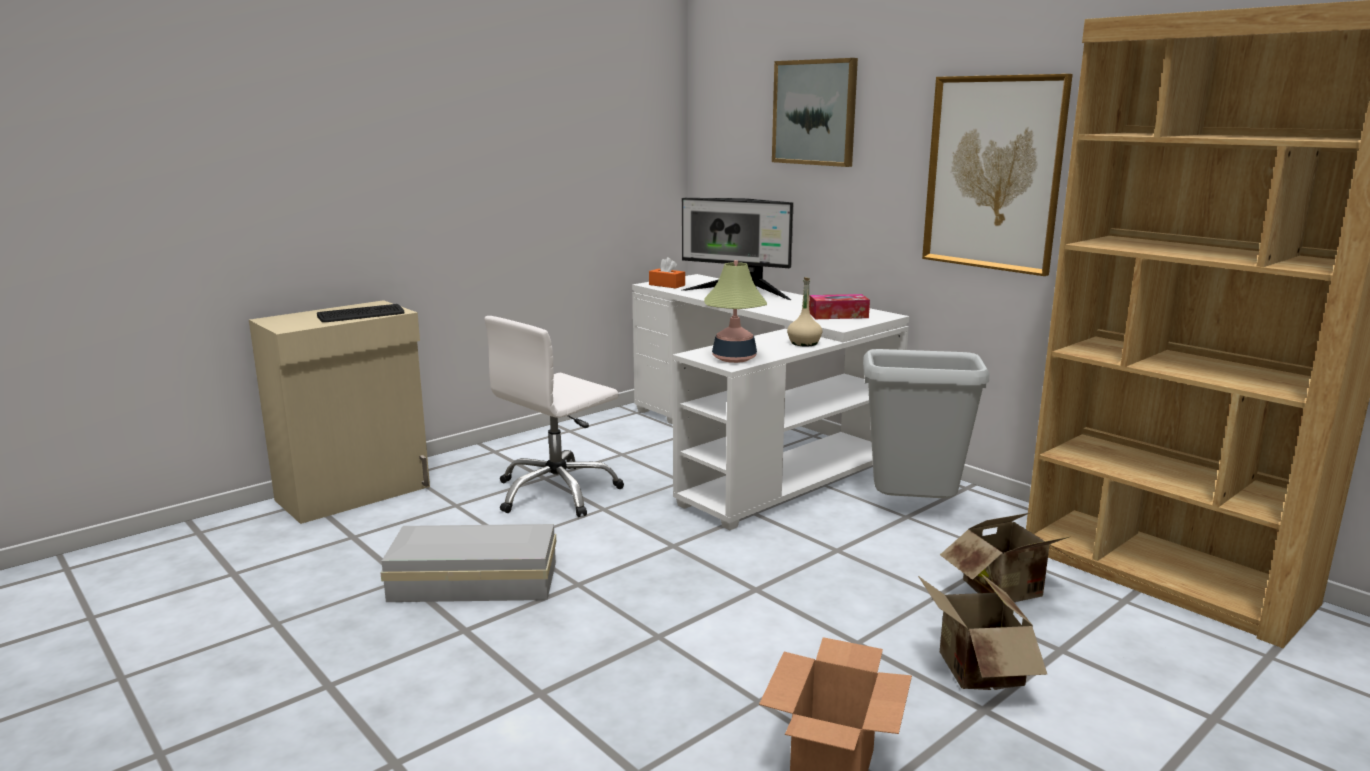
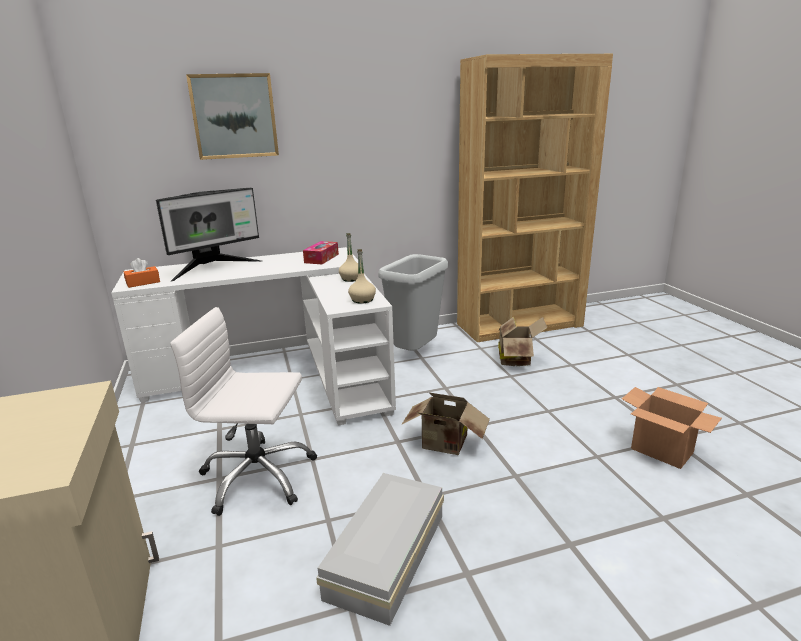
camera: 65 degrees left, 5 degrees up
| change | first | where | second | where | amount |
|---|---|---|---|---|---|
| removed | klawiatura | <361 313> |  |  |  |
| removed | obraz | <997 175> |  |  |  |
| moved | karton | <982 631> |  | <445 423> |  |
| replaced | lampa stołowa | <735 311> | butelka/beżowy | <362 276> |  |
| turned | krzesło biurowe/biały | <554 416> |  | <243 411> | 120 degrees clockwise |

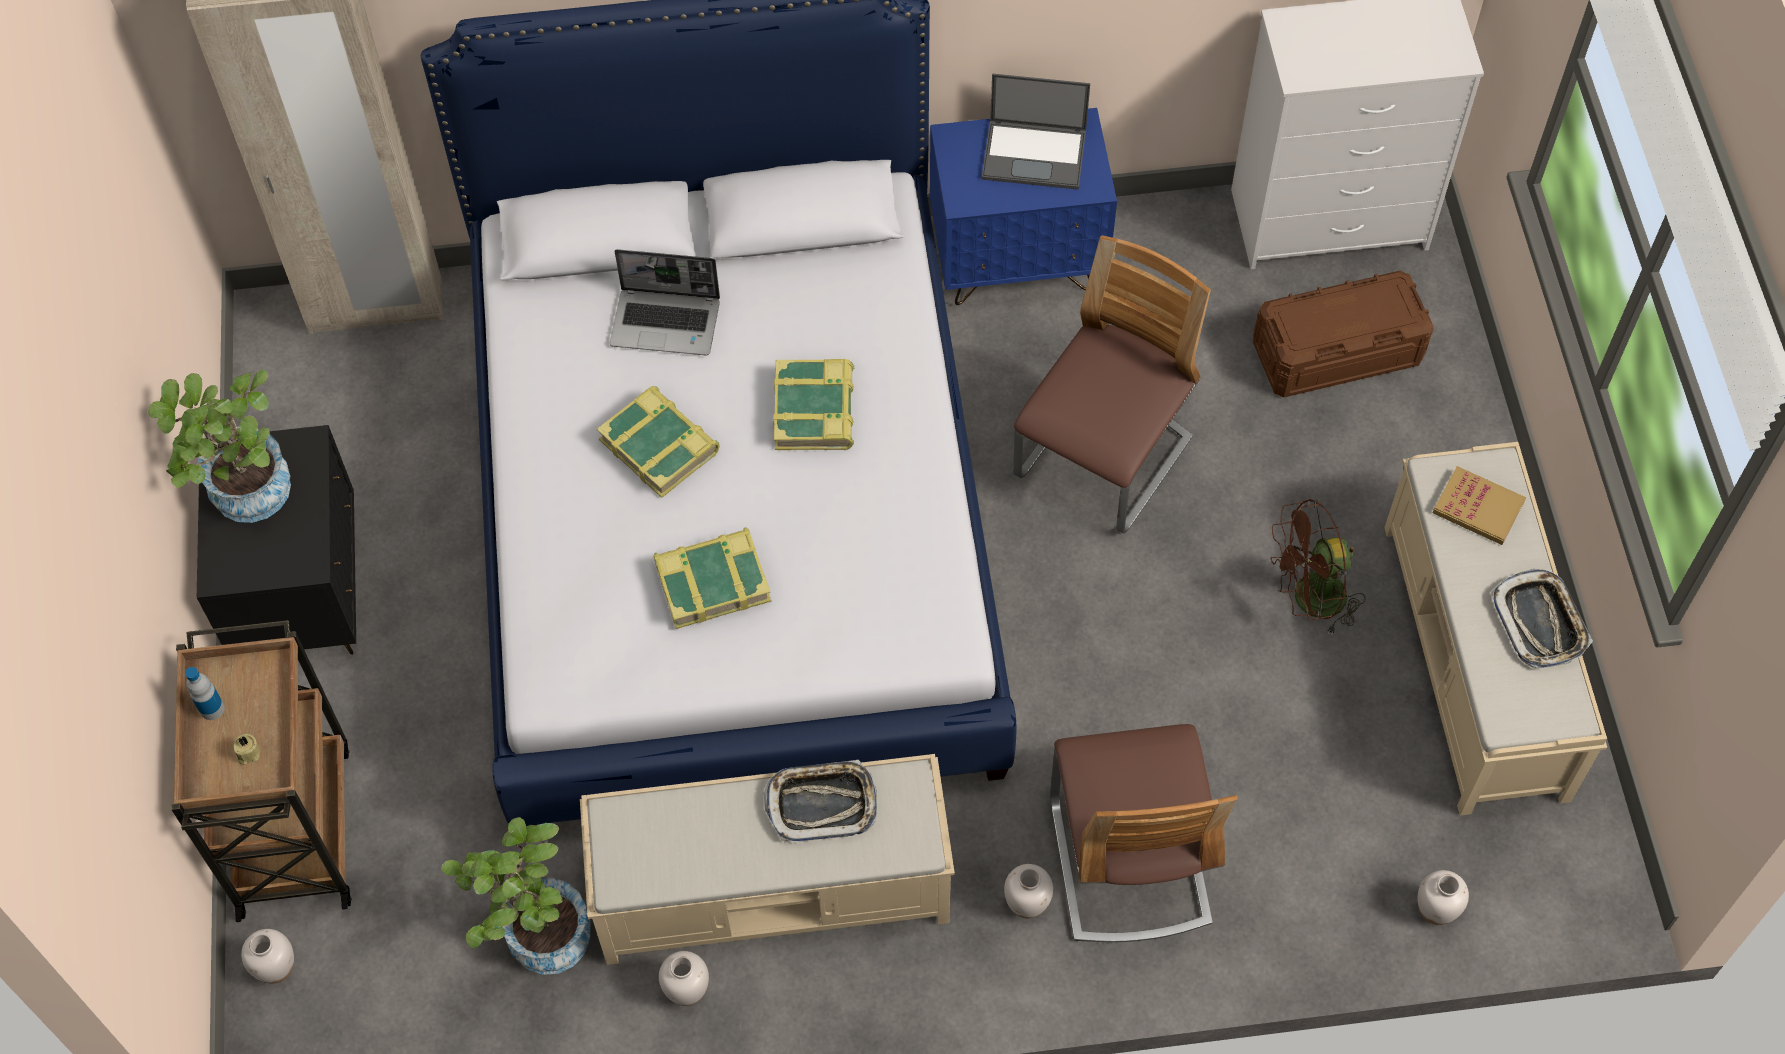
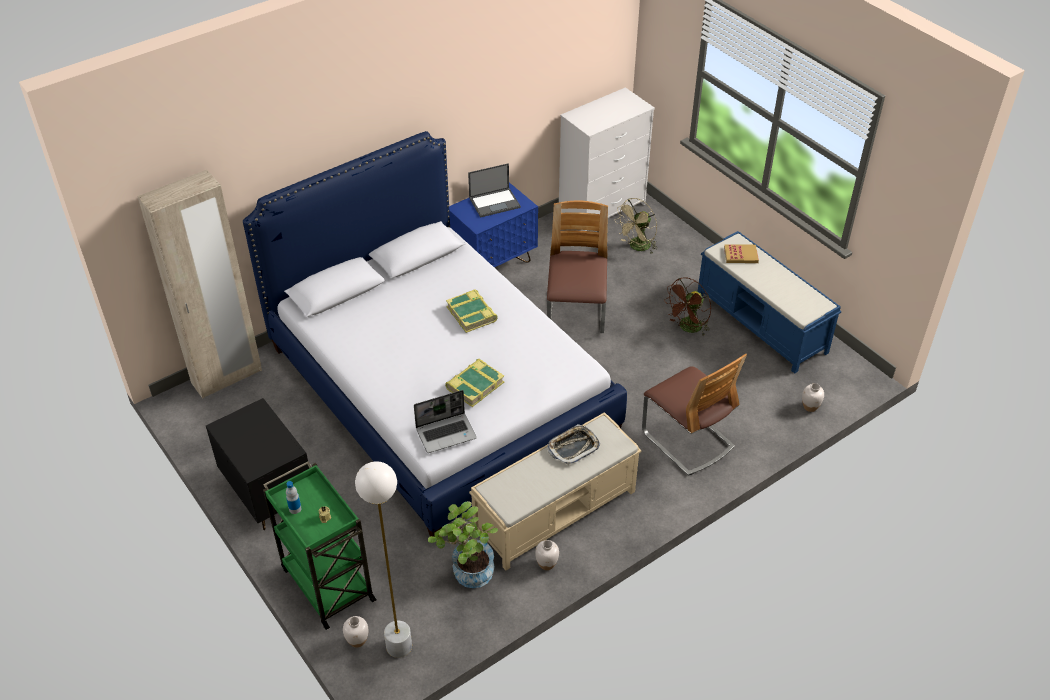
camera: 30 degrees left, 15 degrees down
| change | first | where | second | where | amount |
|---|---|---|---|---|---|
| removed | roślina doniczkowa | <219 446> |  |  |  |
| removed | książka | <658 442> |  |  |  |
| removed | wazon/biały | <1028 891> |  |  |  |
| removed | taca | <1542 618> |  |  |  |
| added |  |  | lampa stojąca/biały | <383 559> |  |
| moved | laptop | <665 302> |  | <445 421> |  |
| replaced | pojemnik do przechowywania/brązowy | <1343 334> | wentylator/beżowy | <636 226> |  |
| recoloured | wózek/brązowy | <261 771> | wózek/zielony | <319 546> |  |
| recoloured | ławka/beżowy | <1495 628> | ławka/niebieski | <770 302> |  |

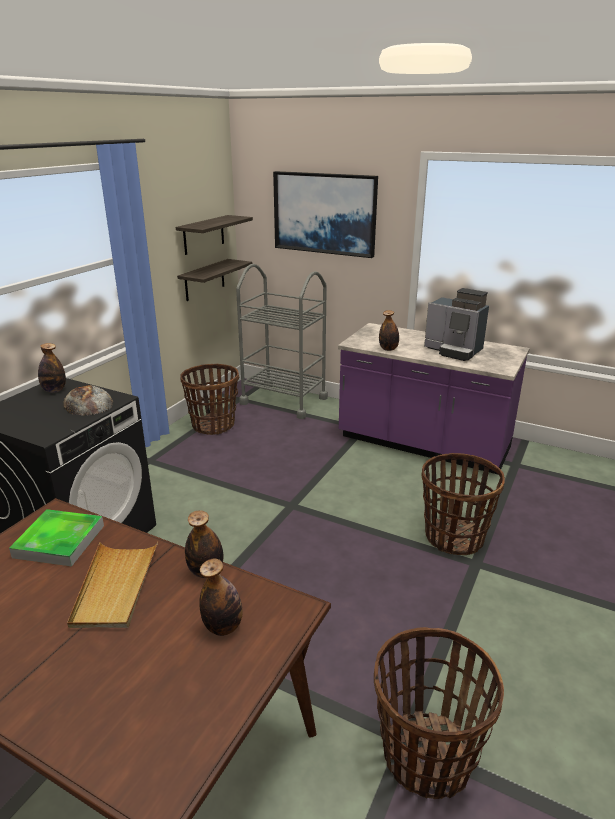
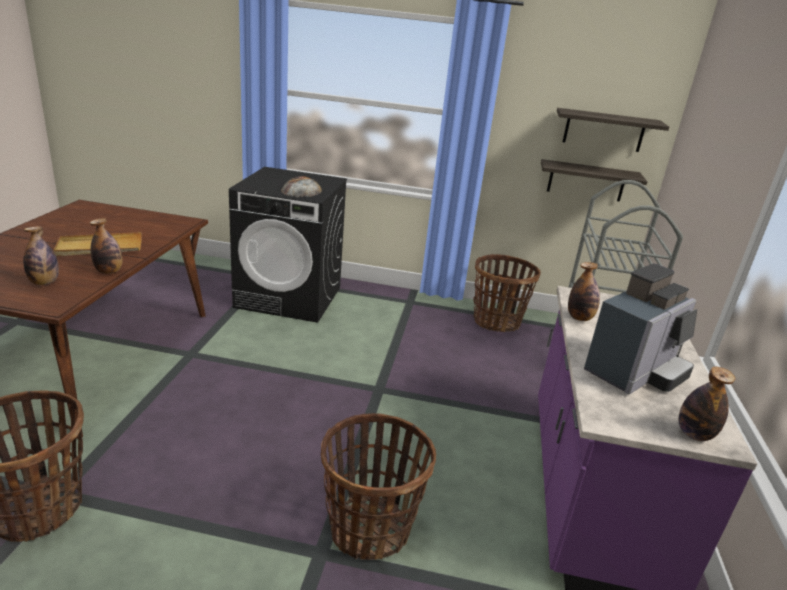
camera: 70 degrees right, 0 degrees up
| change | first | where | second | where | amount |
|---|---|---|---|---|---|
| removed | taca | <56 538> |  |  |  |
| removed | obraz | <325 214> |  |  |  |
| moved | butelka | <52 368> |  | <707 404> |  |
| turned | ekspres do kawy | <456 324> |  | <640 329> | 150 degrees counterclockwise |

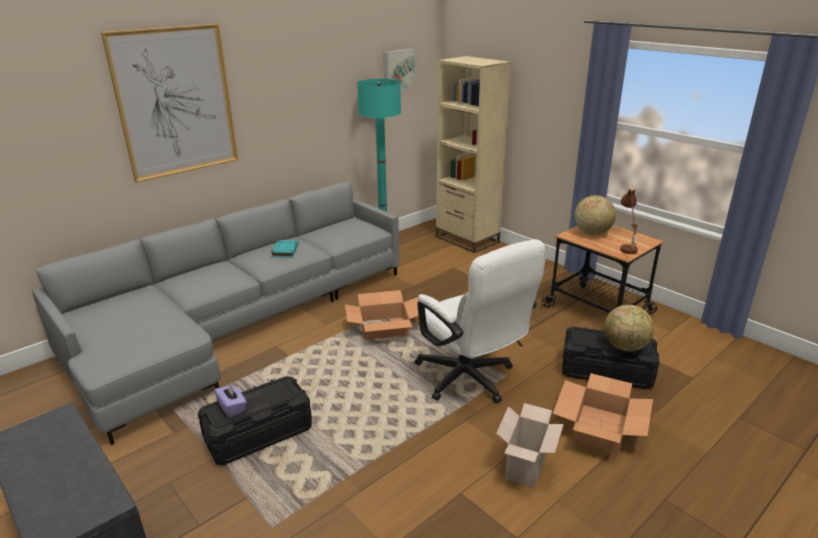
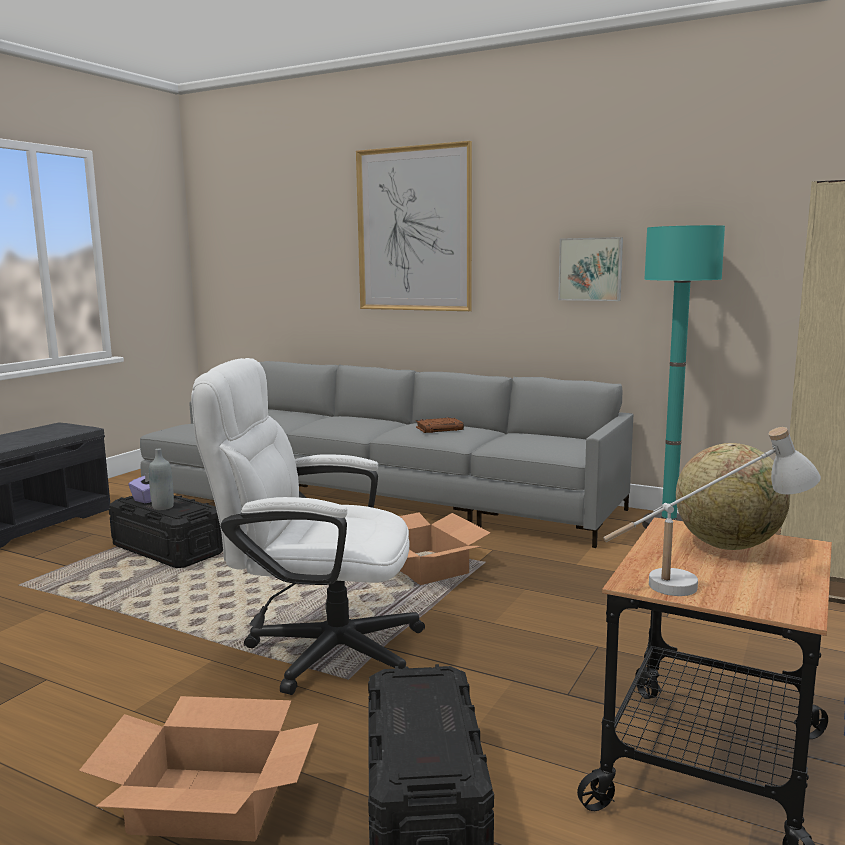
camera: 70 degrees right, 15 degrees down
| change | first | where | second | where | amount |
|---|---|---|---|---|---|
| removed | karton | <530 445> |  |  |  |
| removed | globus | <629 328> |  |  |  |
| added |  |  | butelka/szary | <161 479> |  |
| moved | obraz | <399 69> |  | <590 269> |  |
| recoloured | książka/turkusowy | <285 248> | książka/brązowy | <440 425> |  |
| recoloured | lampa stołowa/brązowy | <629 220> | lampa stołowa/biały | <712 511> |  |
| turned | krzesło biurowe/biały | <480 321> |  | <308 526> | 60 degrees clockwise |

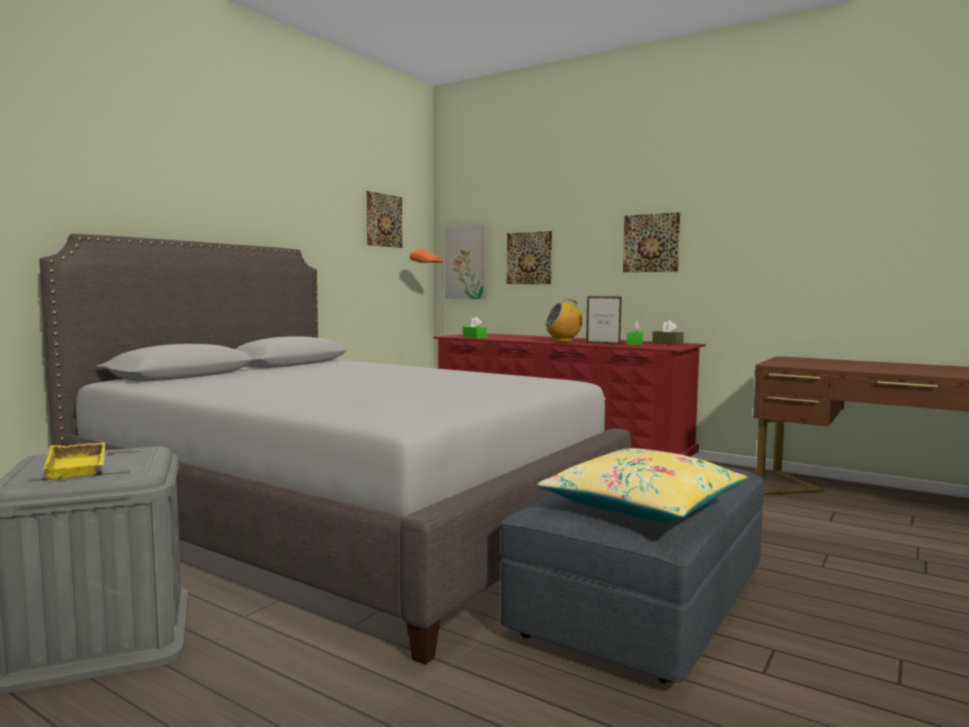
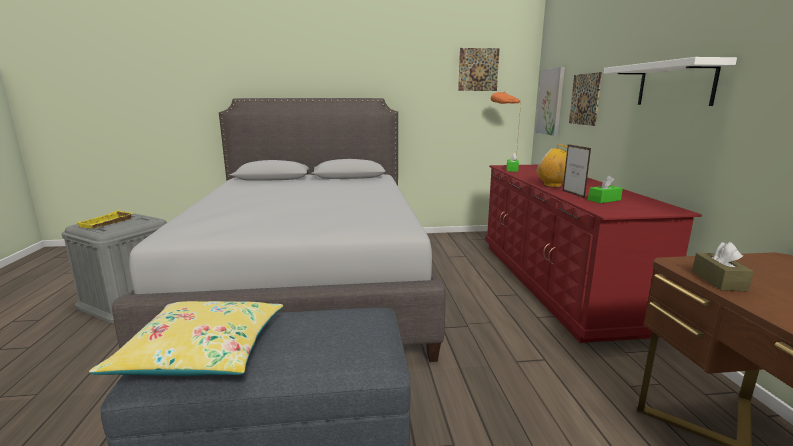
camera: 50 degrees right, 10 degrees up
| change | first | where | second | where | amount |
|---|---|---|---|---|---|
| moved | pudełko chusteczek/brązowy | <668 332> |  | <723 266> |  |
| replaced | obraz | <651 242> | półka/biały | <670 81> |  |

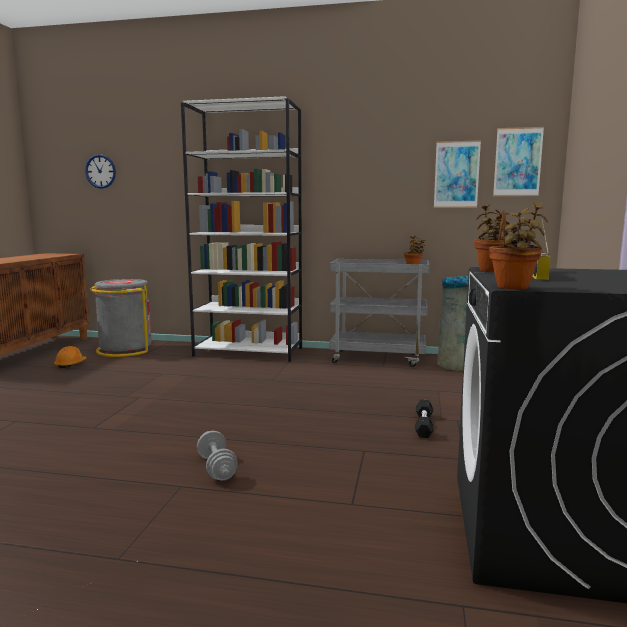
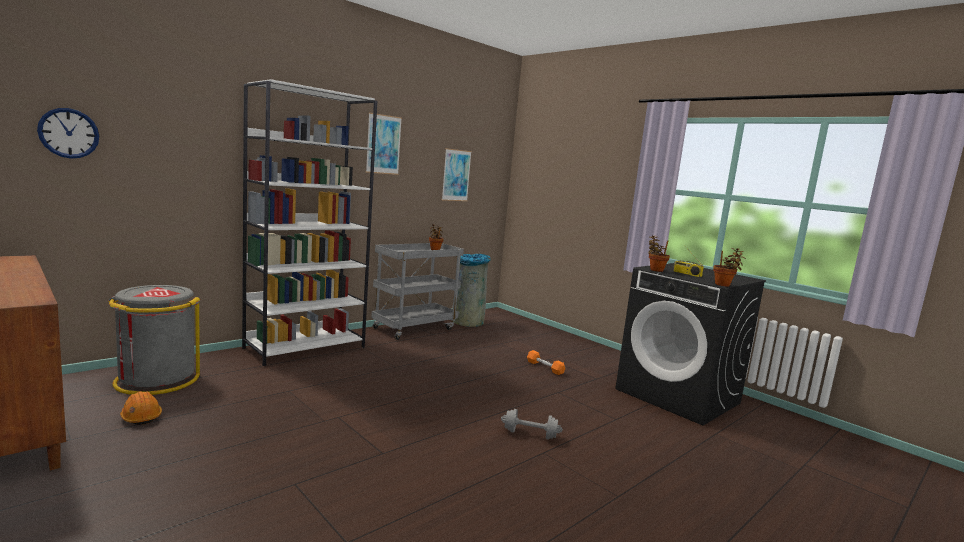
camera: 55 degrees left, 0 degrees up
| change | first | where | second | where | amount |
|---|---|---|---|---|---|
| moved | obraz | <518 161> |  | <384 143> |  |
| recoloured | hantel/czarny | <424 418> | hantel/pomarańczowy | <546 362> |  |

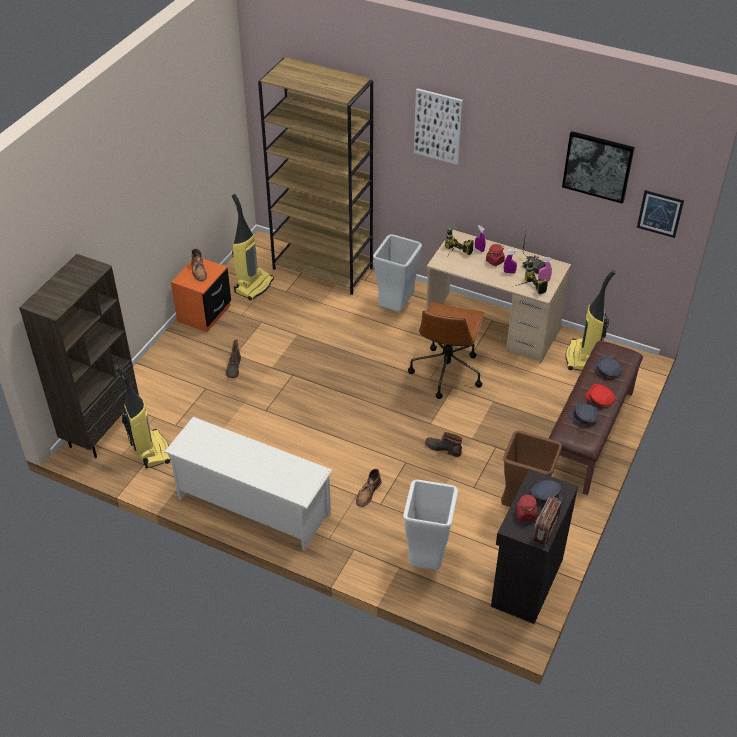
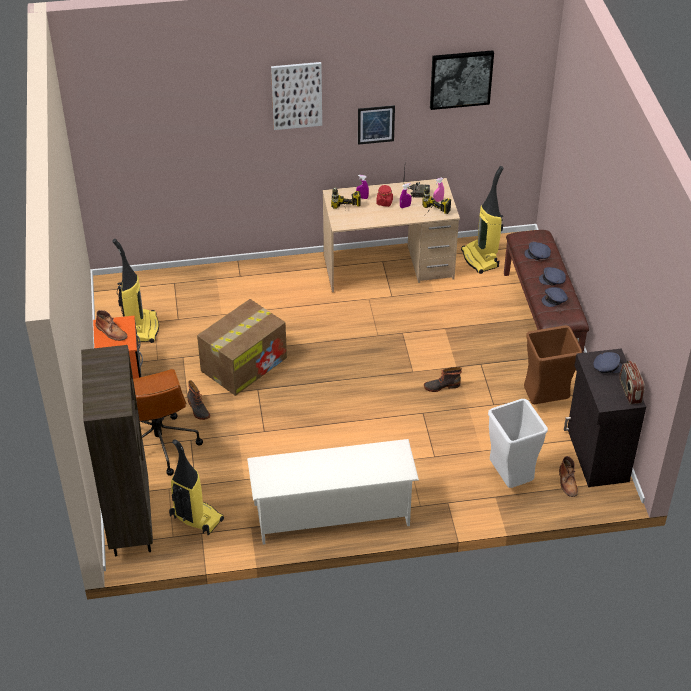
camera: 35 degrees left, 0 degrees up
| change | first | where | second | where | amount |
|---|---|---|---|---|---|
| removed | regał/brązowy | <315 176> |  |  |  |
| removed | kosz na śmieci/szary | <397 273> |  |  |  |
| removed | słoik/czerwony | <526 507> |  |  |  |
| added |  |  | karton | <242 347> |  |
| moved | but z cholewką/brązowy | <368 488> |  | <568 476> |  |
| moved | krzesło biurowe/brązowy | <446 350> |  | <168 422> |  |
| moved | obraz | <660 214> |  | <376 125> |  |
| recoloured | czapka z daszkiem/czerwony | <600 395> | czapka z daszkiem/szary | <552 276> |  |

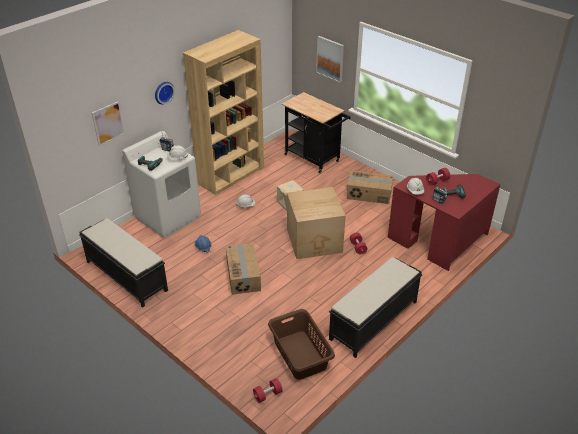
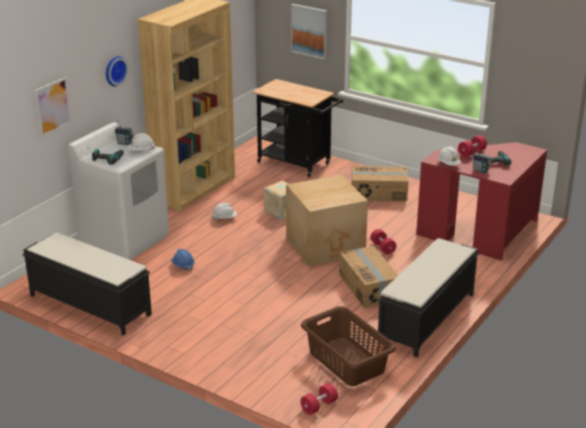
camera: 10 degrees left, 10 degrees down
| change | first | where | second | where | amount |
|---|---|---|---|---|---|
| moved | karton | <243 269> |  | <368 277> |  |

